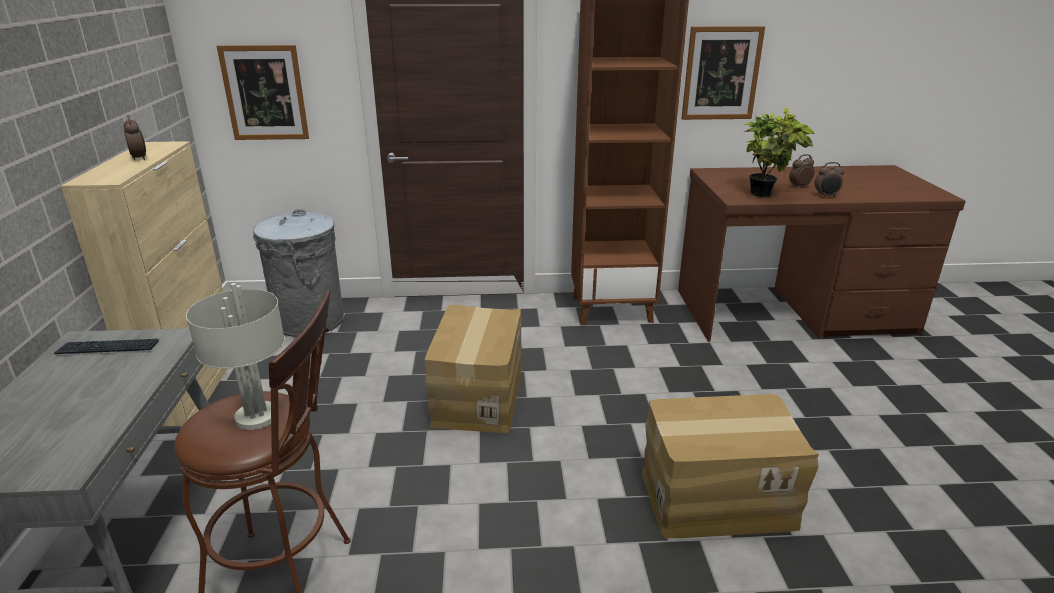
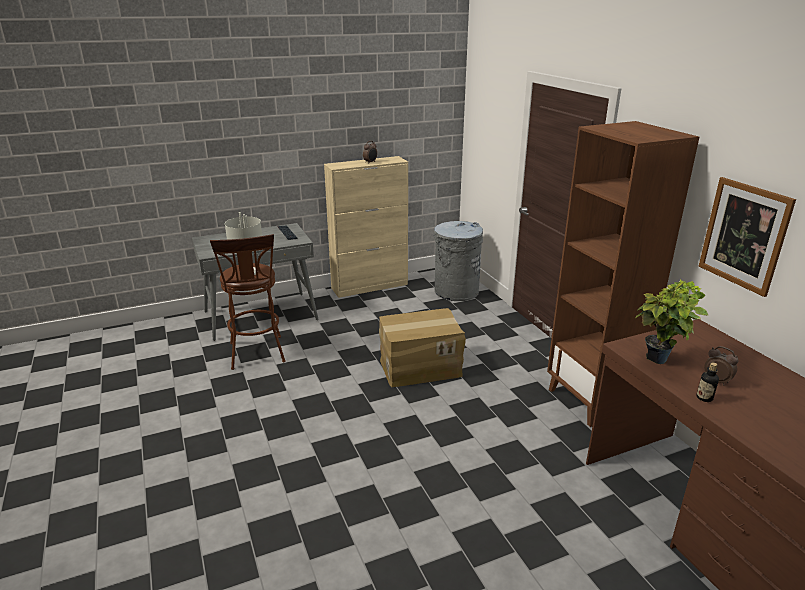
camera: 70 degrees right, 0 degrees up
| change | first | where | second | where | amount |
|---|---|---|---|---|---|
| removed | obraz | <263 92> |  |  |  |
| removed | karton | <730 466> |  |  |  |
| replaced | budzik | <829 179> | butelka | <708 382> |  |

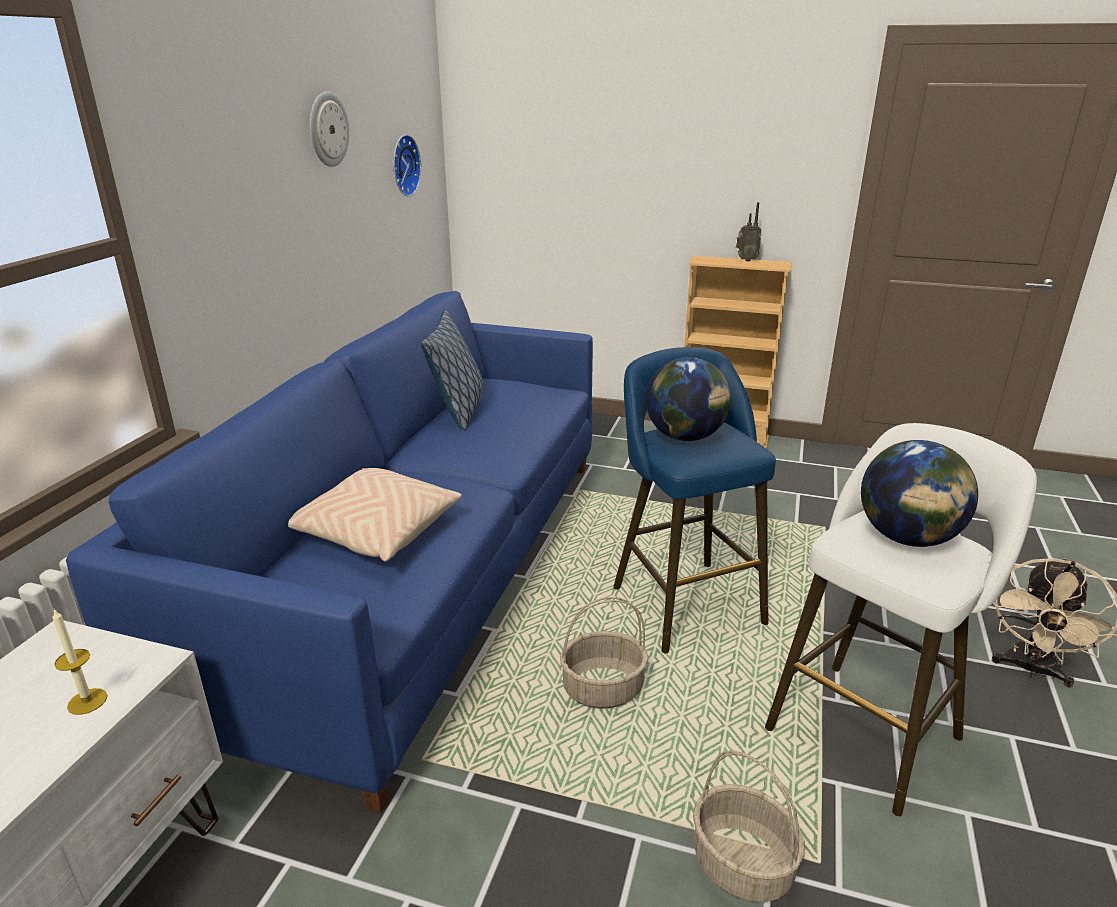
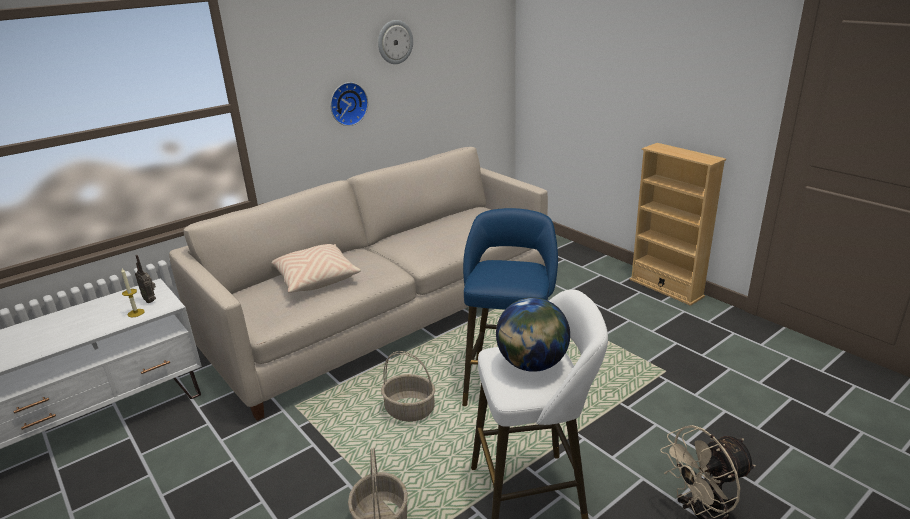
camera: 35 degrees right, 0 degrees up
| change | first | where | second | where | amount |
|---|---|---|---|---|---|
| removed | poduszka | <452 371> |  |  |  |
| removed | globus | <688 399> |  |  |  |
| moved | zegar ścienny | <407 165> |  | <349 104> |  |
| moved | radio | <749 231> |  | <145 279> |  |
| recoloured | kanapa/niebieski | <329 552> | kanapa/beżowy | <358 284> |  |

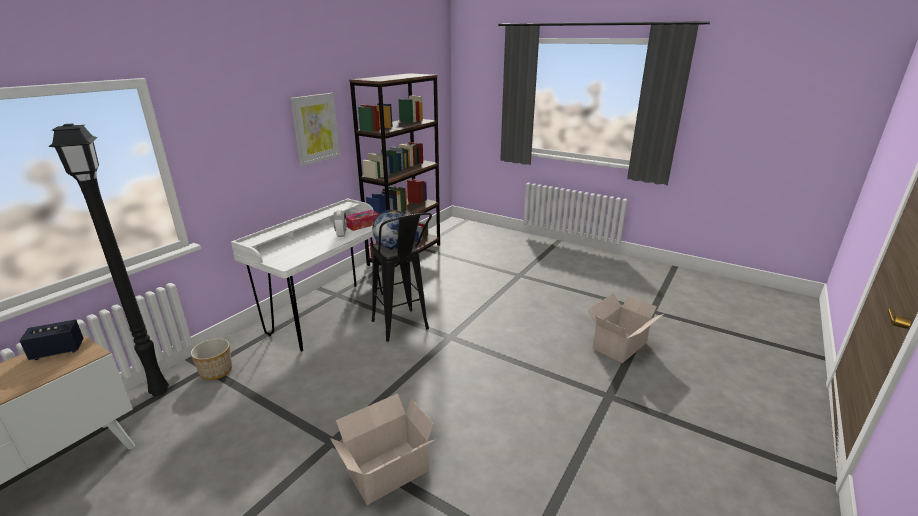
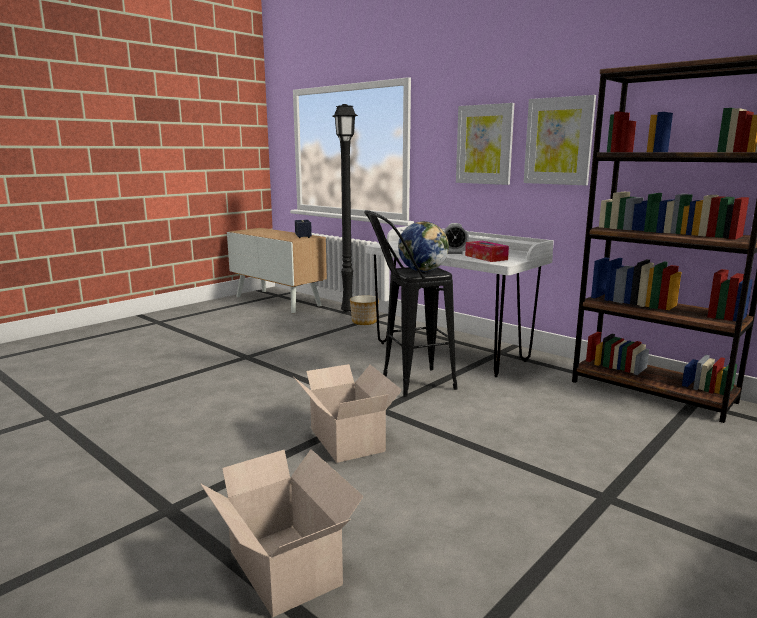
camera: 100 degrees right, 10 degrees down
| change | first | where | second | where | amount |
|---|---|---|---|---|---|
| added |  |  | obraz | <485 144> |  |
| moved | karton | <383 449> |  | <348 413> |  |

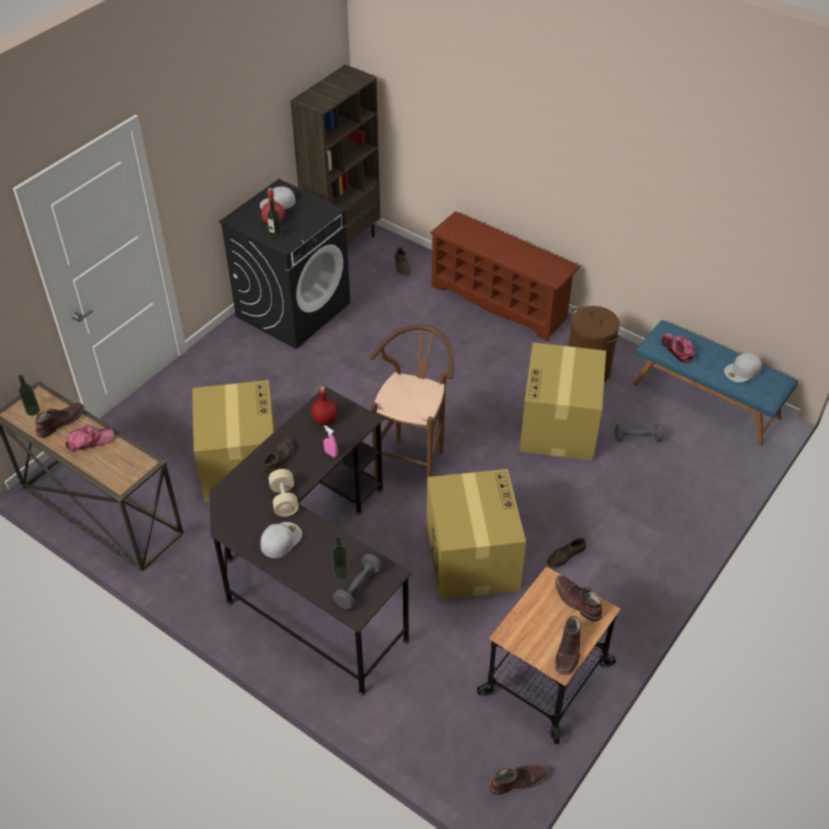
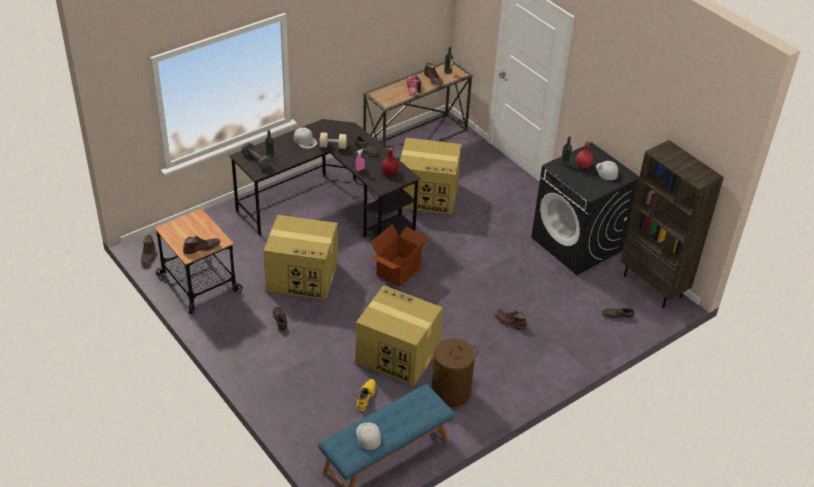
camera: 105 degrees right, 5 degrees down
| change | first | where | second | where | amount |
|---|---|---|---|---|---|
| removed | regał na buty/brązowy | <505 276> |  |  |  |
| removed | czapka z daszkiem | <678 348> |  |  |  |
| moved | but z cholewką/brązowy | <568 645> |  | <510 319> |  |
| replaced | stołek/brązowy | <412 401> | karton | <400 255> |  |
| replaced | hantel/szary | <639 432> | but z cholewką/żółty | <366 395> |  |

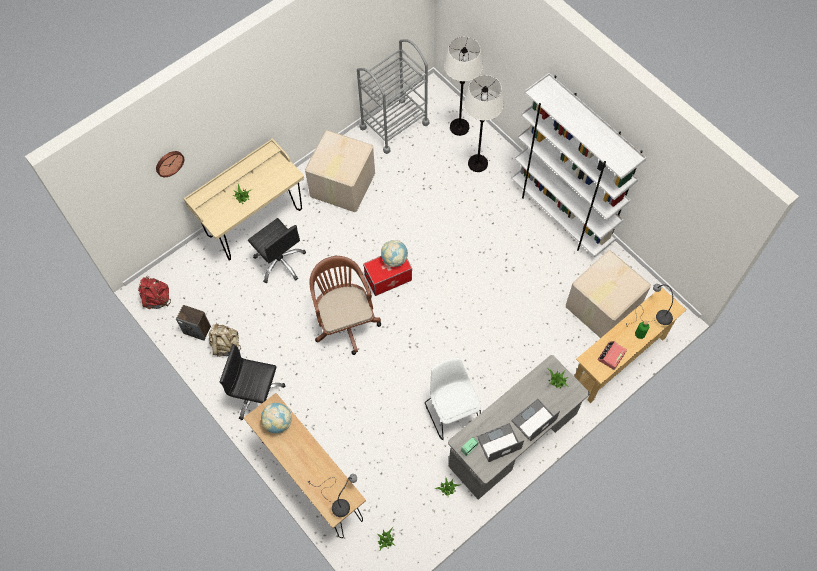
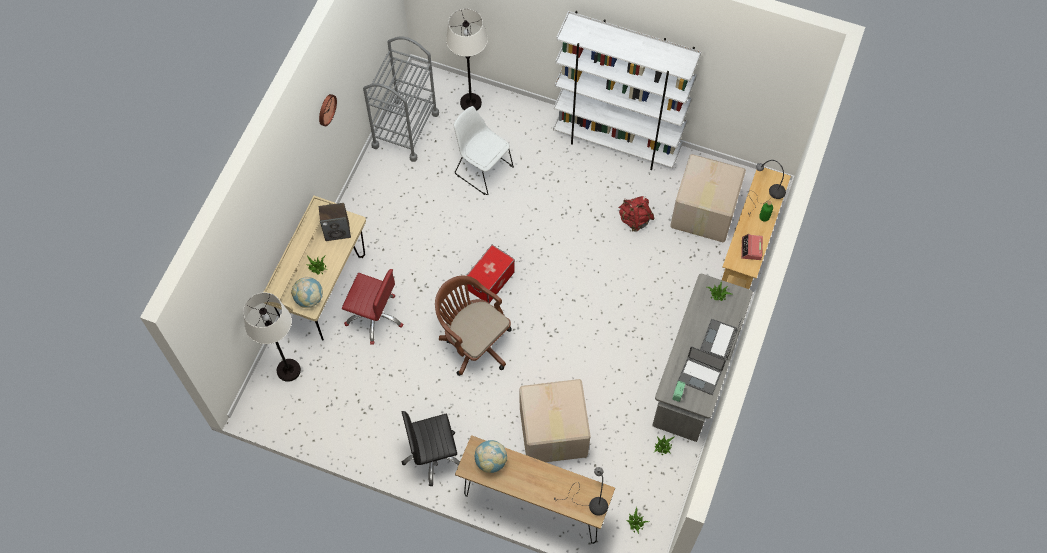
camera: 30 degrees left, 0 degrees up
| change | first | where | second | where | amount |
|---|---|---|---|---|---|
| removed | plecak/beżowy | <225 340> |  |  |  |
| moved | plecak/czerwony | <154 292> |  | <637 214> |  |
| moved | zegar ścienny | <170 164> |  | <328 110> |  |
| moved | głośnik | <193 323> |  | <335 222> |  |
| moved | karton | <340 171> |  | <555 420> |  |
| moved | globus | <394 253> |  | <307 292> |  |
| moved | krzesło/biały | <453 399> |  | <484 150> |  |
| moved | lampa stojąca/biały | <484 123> |  | <272 337> |  |
| recoloured | krzesło biurowe/czarny | <277 250> | krzesło biurowe/czerwony | <372 307> |  |
| turned | laptop | <500 442> |  | <702 370> | 105 degrees counterclockwise |

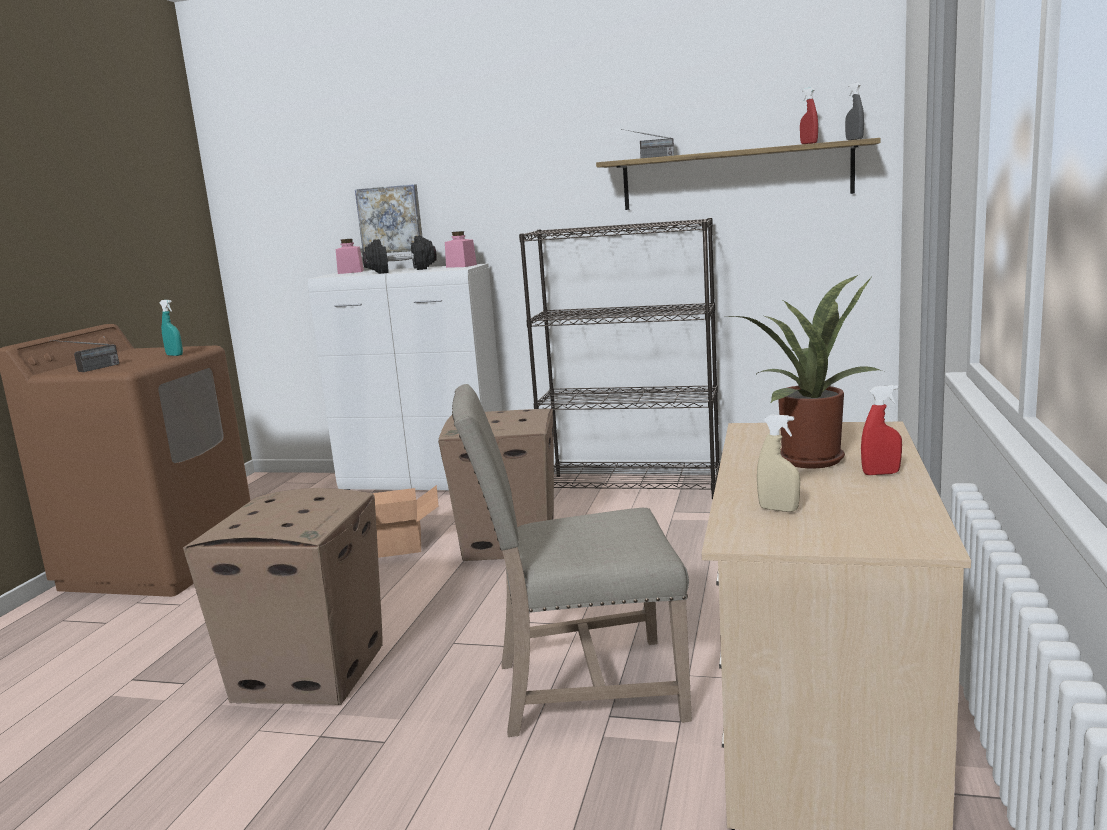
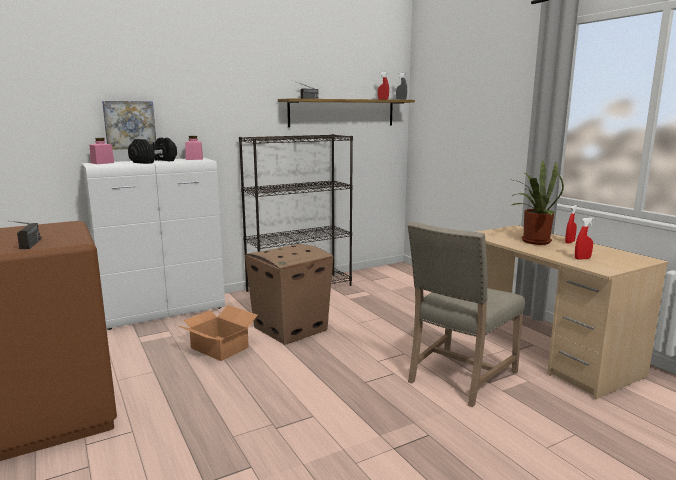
camera: 45 degrees left, 0 degrees up
| change | first | where | second | where | amount |
|---|---|---|---|---|---|
| removed | spryskiwacz/turkusowy | <171 328> |  |  |  |
| removed | karton | <283 596> |  |  |  |
| recoloured | spryskiwacz/beżowy | <778 463> | spryskiwacz/czerwony | <584 238> |  |

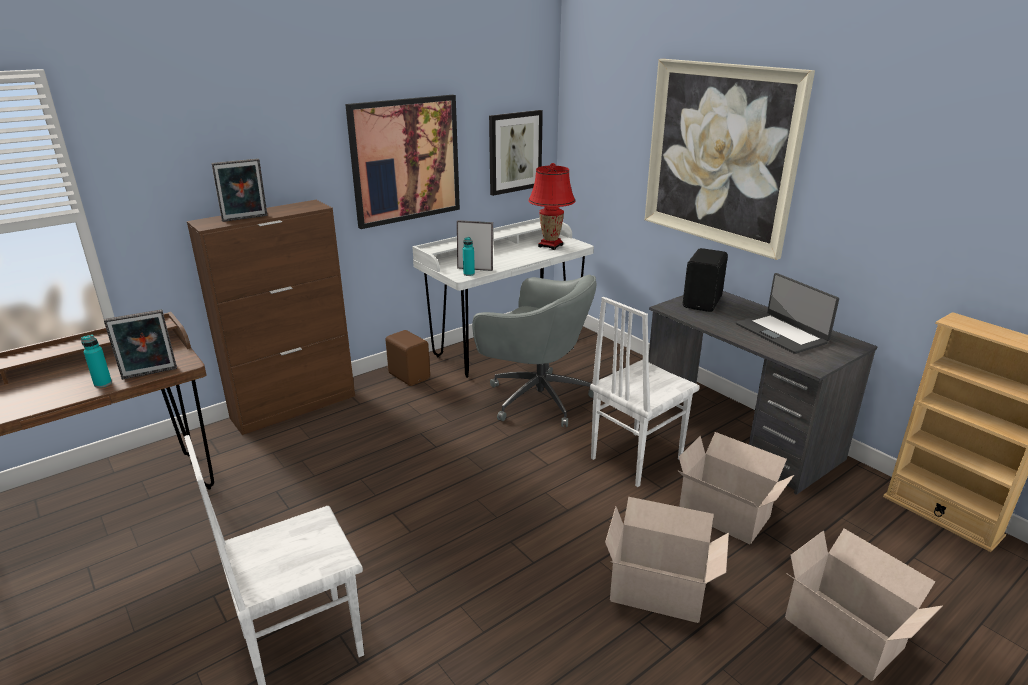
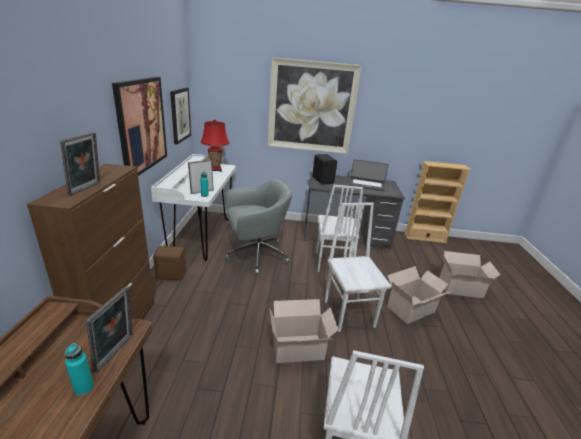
camera: 50 degrees left, 0 degrees up
| change | first | where | second | where | amount |
|---|---|---|---|---|---|
| added |  |  | krzesło/biały | <358 267> |  |
| moved | karton | <735 488> |  | <304 331> |  |

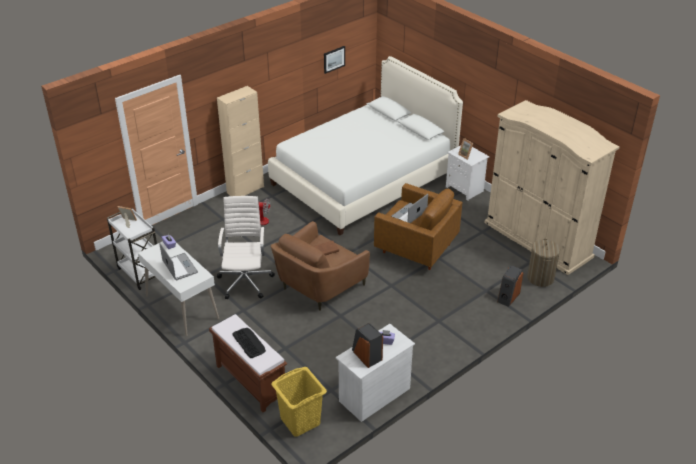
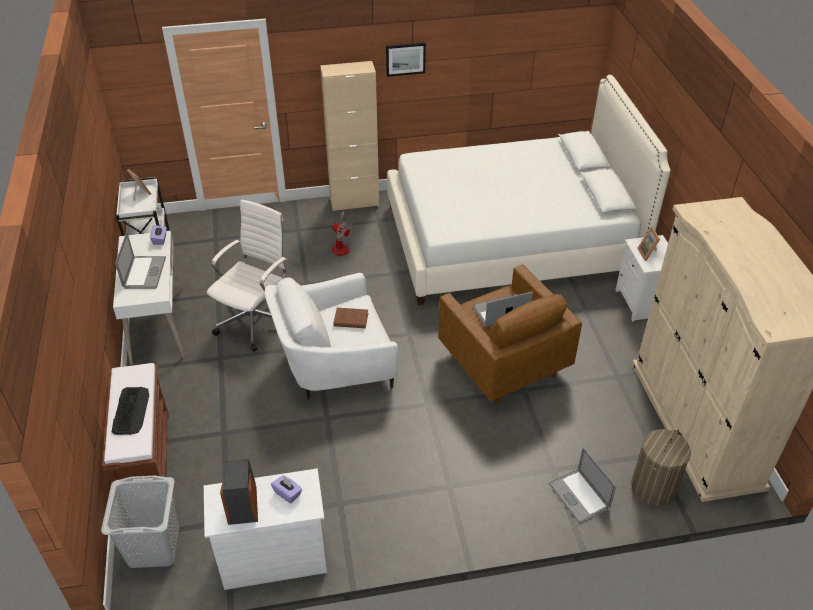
camera: 30 degrees right, 5 degrees up
| change | first | where | second | where | amount |
|---|---|---|---|---|---|
| moved | obraz | <334 60> |  | <406 59> |  |
| replaced | głośnik | <510 286> | laptop | <582 485> |  |
| recoloured | fotel/brązowy | <320 265> | fotel/biały | <331 336> |  |
| recoloured | kosz na pranie/żółty | <299 401> | kosz na pranie/szary | <140 522> |  |

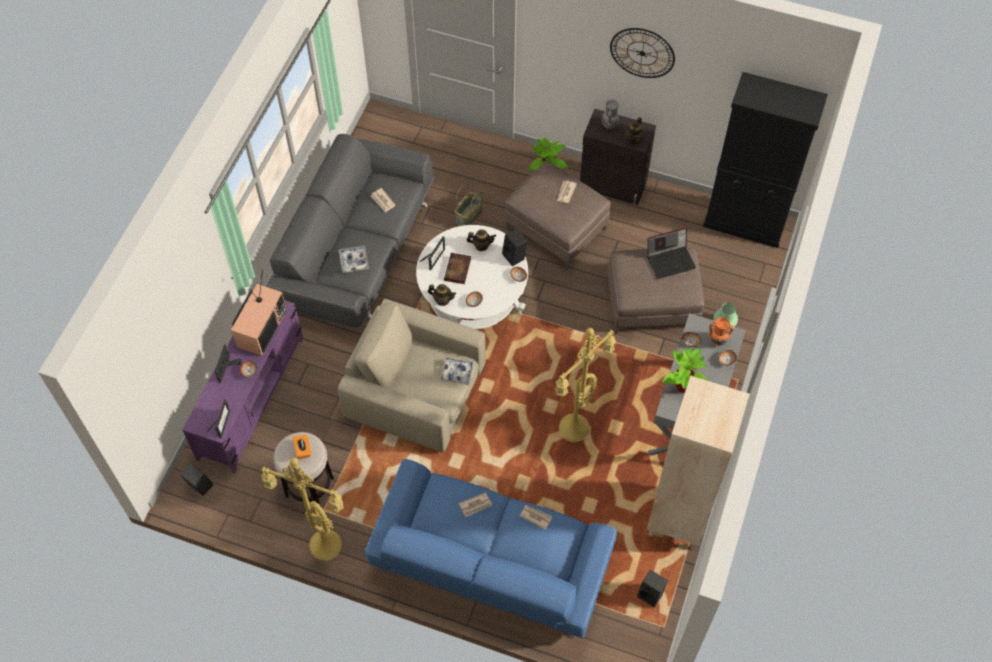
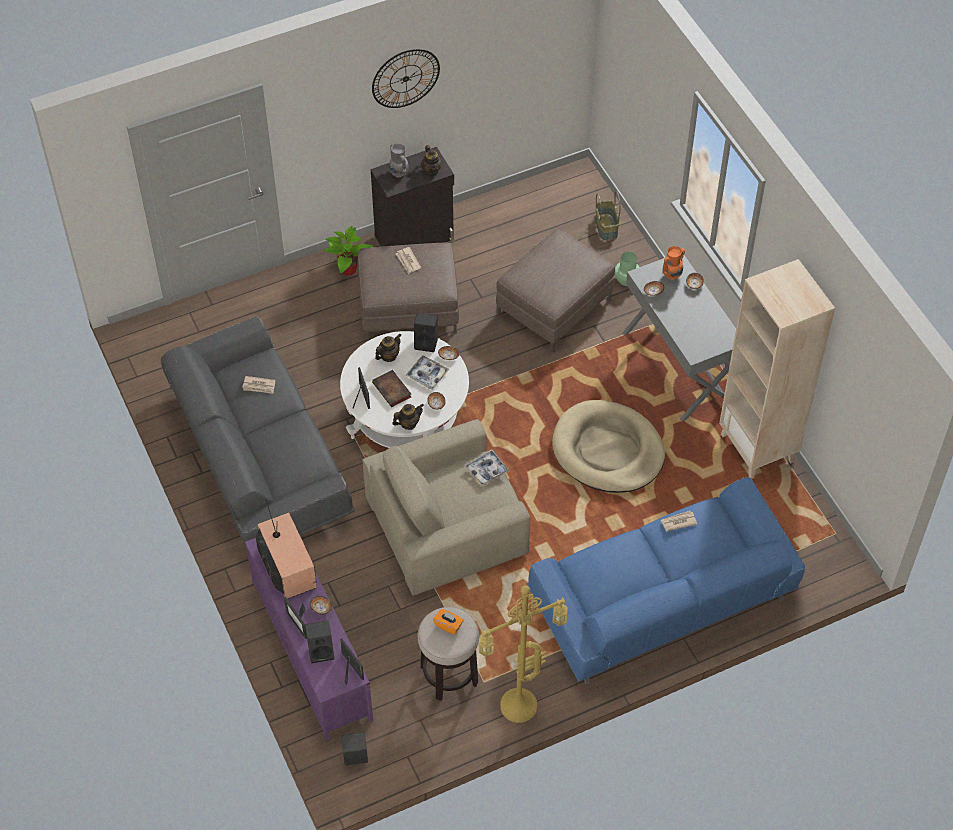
camera: 45 degrees left, 5 degrees down
| change | first | where | second | where | amount |
|---|---|---|---|---|---|
| removed | gazeta | <475 504> |  |  |  |
| removed | laptop | <671 253> |  |  |  |
| removed | roślina doniczkowa | <685 370> |  |  |  |
| removed | szafka/czarny | <765 160> |  |  |  |
| moved | taca | <354 259> |  | <427 372> |  |
| moved | koszyk | <469 204> |  | <608 215> |  |
| moved | głośnik/czarny | <652 588> |  | <320 641> |  |
| replaced | lampa stojąca/żółty | <585 385> | legowisko/beżowy | <608 446> |  |

